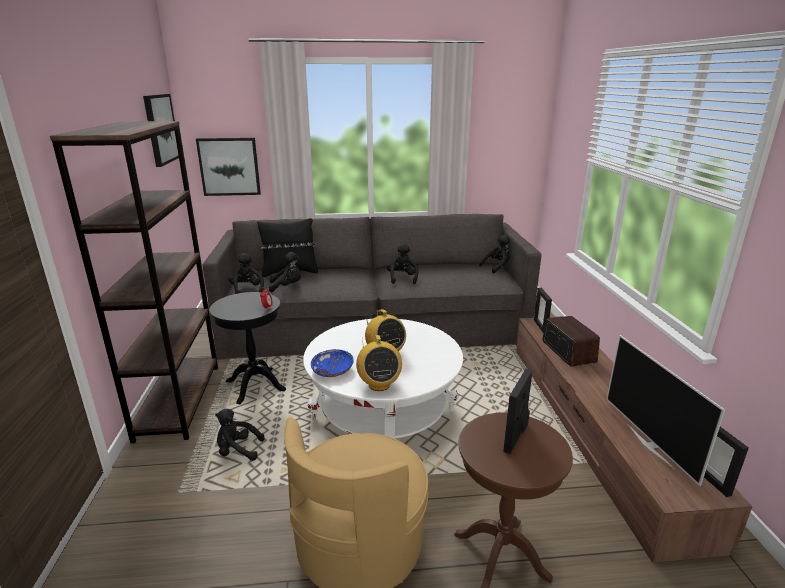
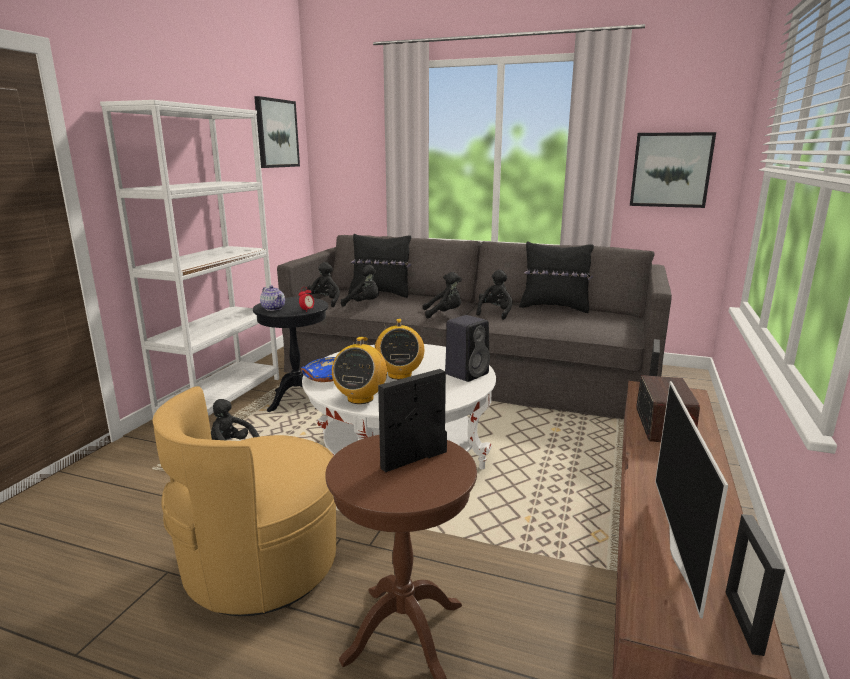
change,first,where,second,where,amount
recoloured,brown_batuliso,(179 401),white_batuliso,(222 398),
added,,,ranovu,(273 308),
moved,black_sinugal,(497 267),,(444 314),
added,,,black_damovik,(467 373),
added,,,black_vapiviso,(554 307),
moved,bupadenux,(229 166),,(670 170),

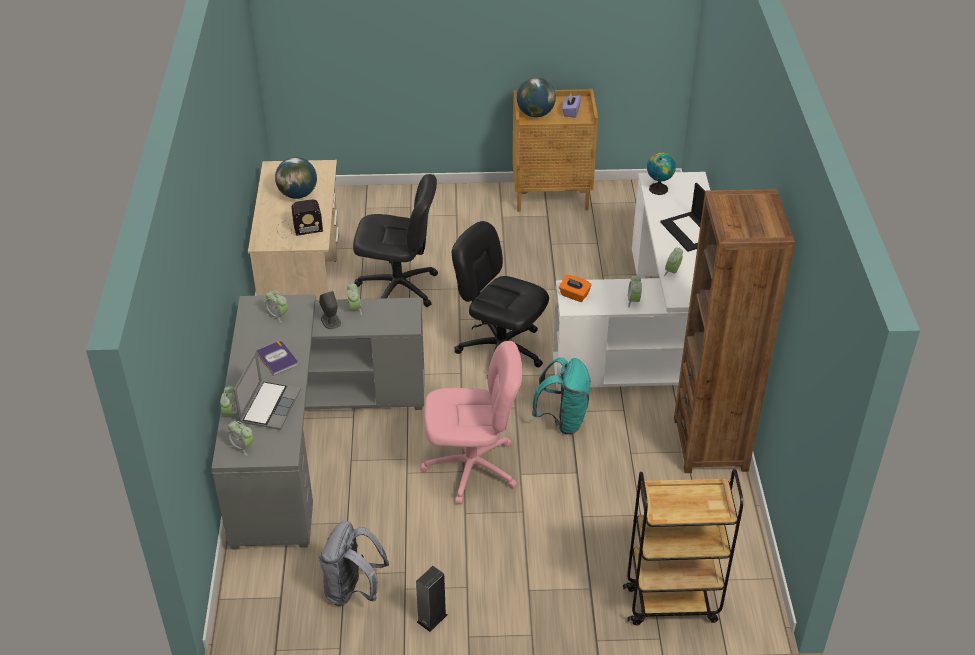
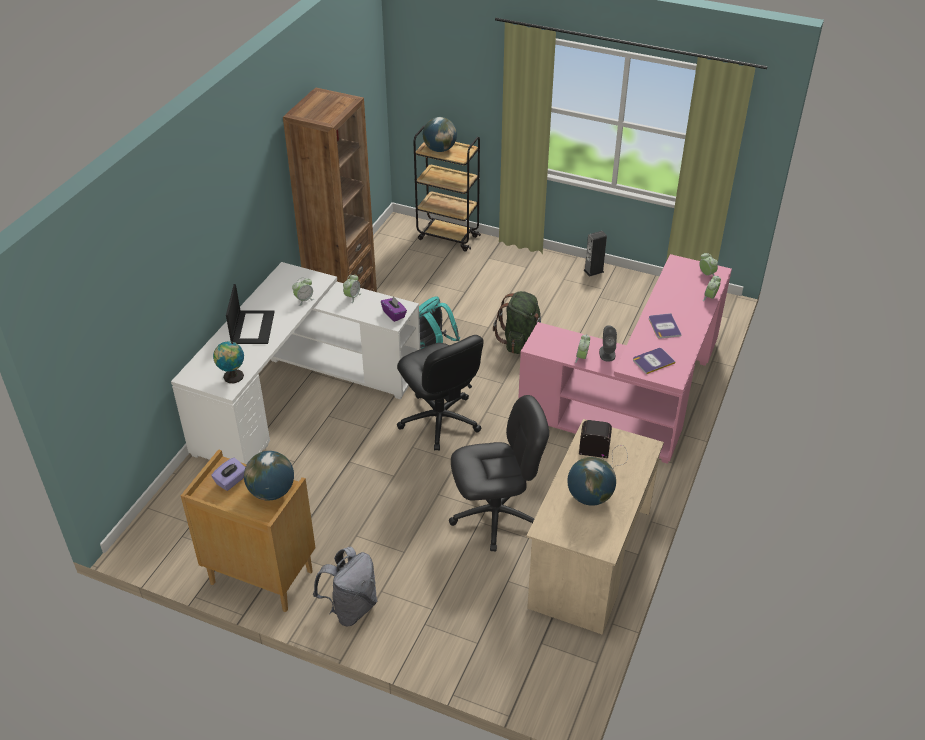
change,first,where,second,where,amount
moved,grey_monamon,(353 590),,(351 608),
recoloured,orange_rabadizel,(574 295),purple_rabadizel,(394 314),
added,,,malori,(439 149),
turned,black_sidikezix,(398 288),,(495 515),135 degrees clockwise
replaced,pink_sidikezix,(472 467),green_monamon,(520 341),
recoloured,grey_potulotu,(306 439),pink_potulotu,(638 398),
replaced,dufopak,(278 315),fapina,(653 361),
removed,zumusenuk,(269 406),,,

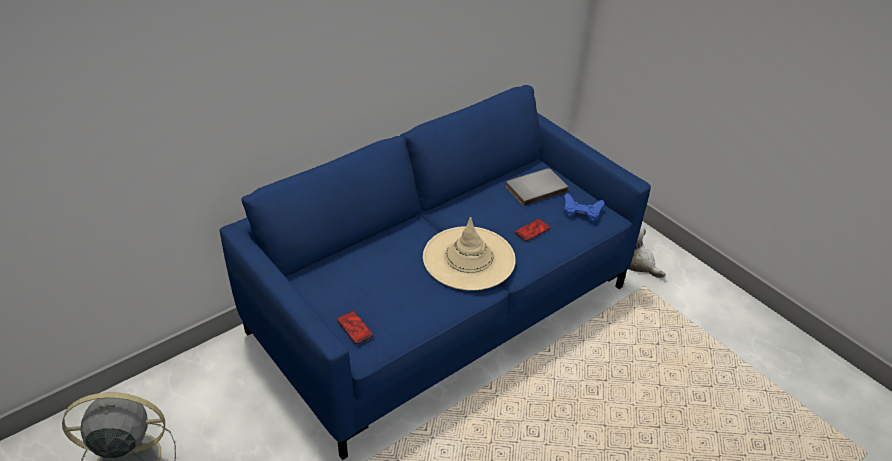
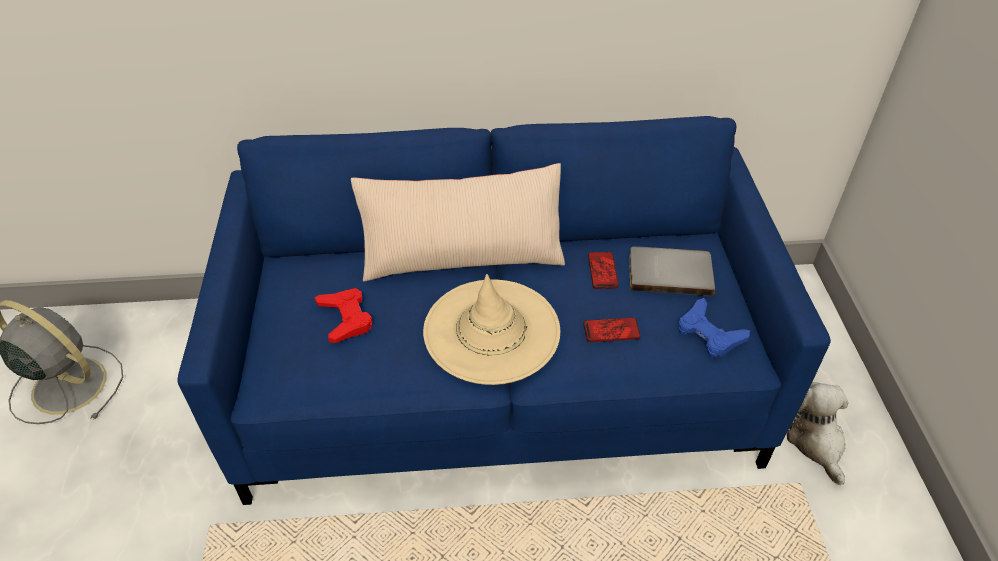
change,first,where,second,where,amount
added,,,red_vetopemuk,(345 318),
added,,,beige_vapiviso,(462 256),
moved,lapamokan,(354 328),,(602 271),

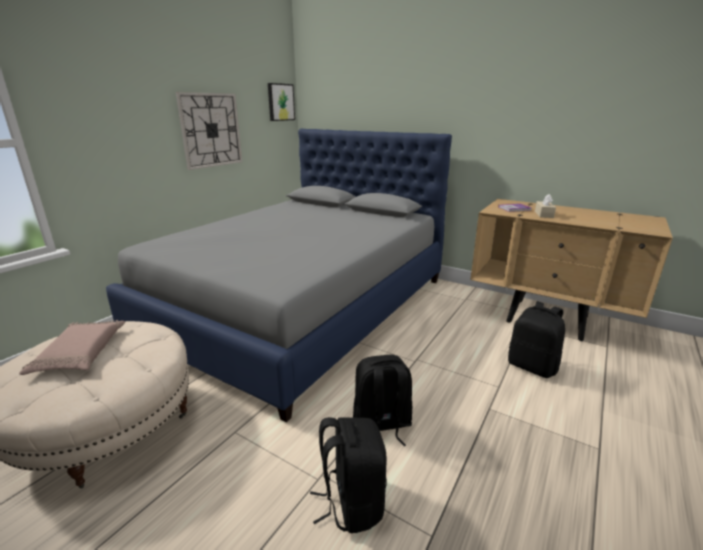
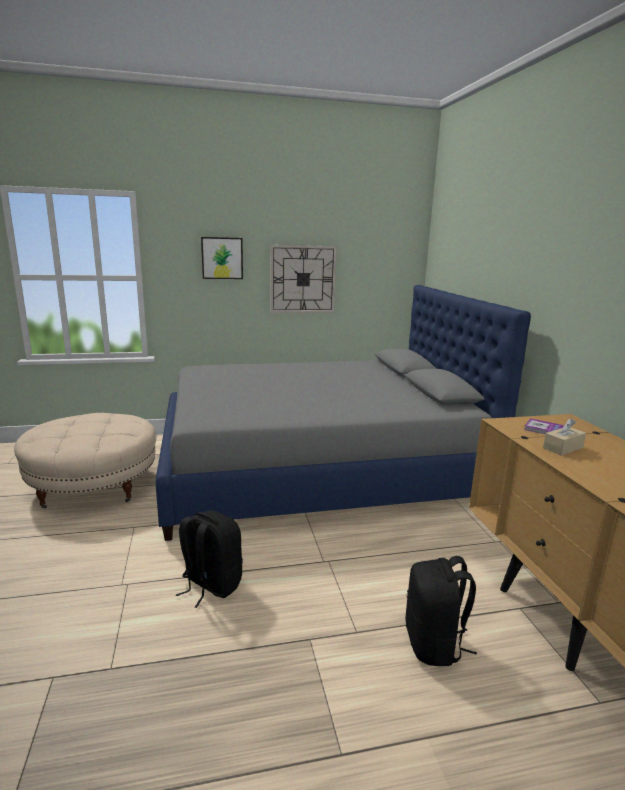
change,first,where,second,where,amount
moved,bupadenux,(280 102),,(222 258),
removed,beige_vapiviso,(80 351),,,
removed,black_monamon,(351 502),,,

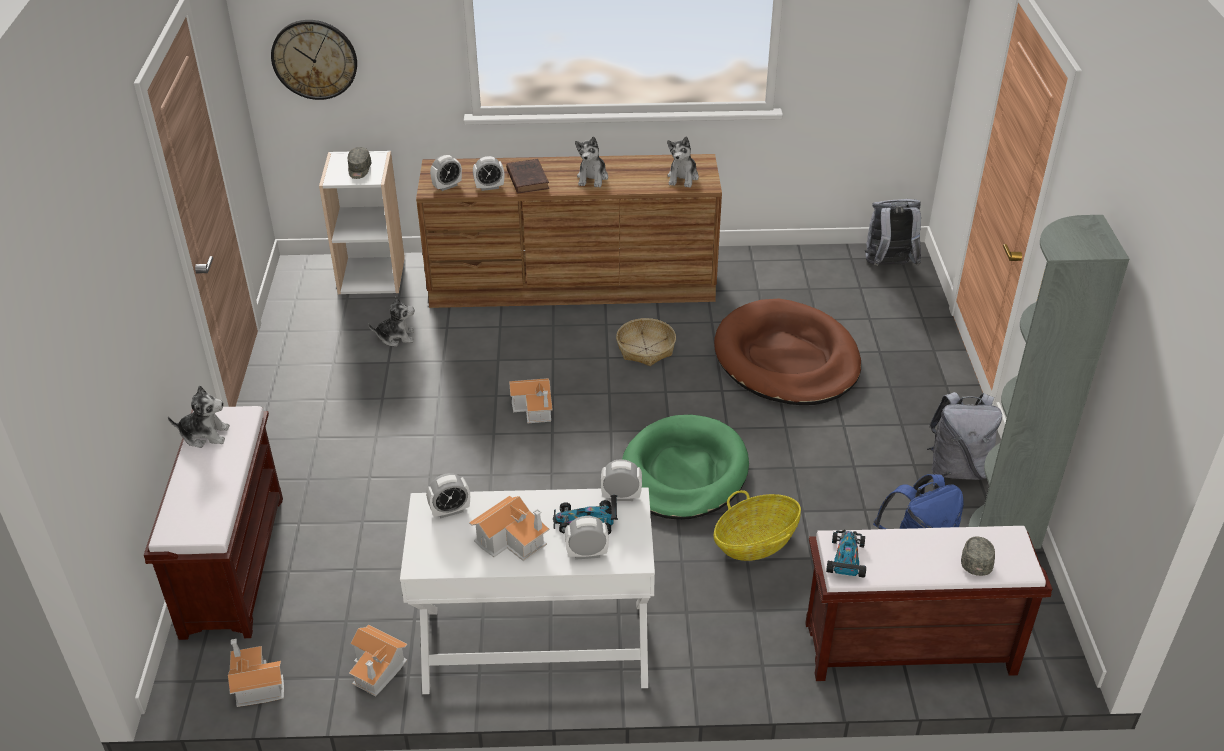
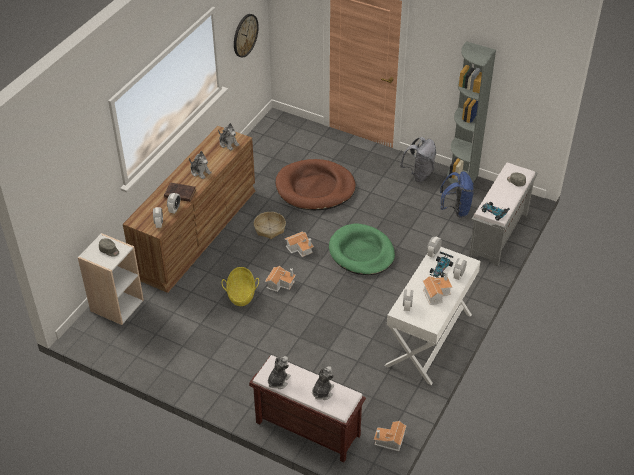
change,first,where,second,where,amount
moved,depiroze,(755 542),,(241 294),
moved,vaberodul,(314 59),,(245 35),
moved,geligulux,(378 669),,(300 248),
moved,sinugal,(396 337),,(322 391),
recoloured,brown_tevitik,(907 649),grey_tevitik,(498 235),
removed,grey_monamon,(888 266),,,

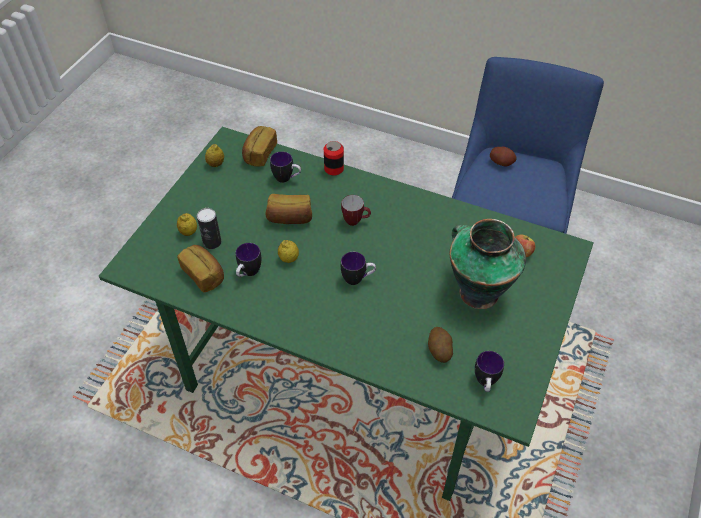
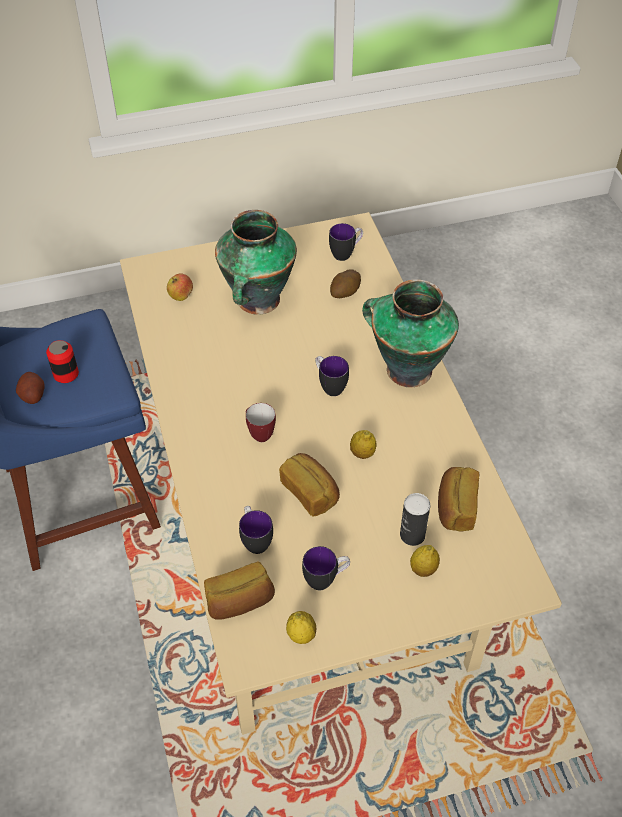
change,first,where,second,where,amount
moved,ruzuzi,(334 169),,(66 374),
recoloured,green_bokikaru,(353 367),beige_bokikaru,(307 543),
moved,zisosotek,(248 273),,(326 579),
added,,,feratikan,(406 369),

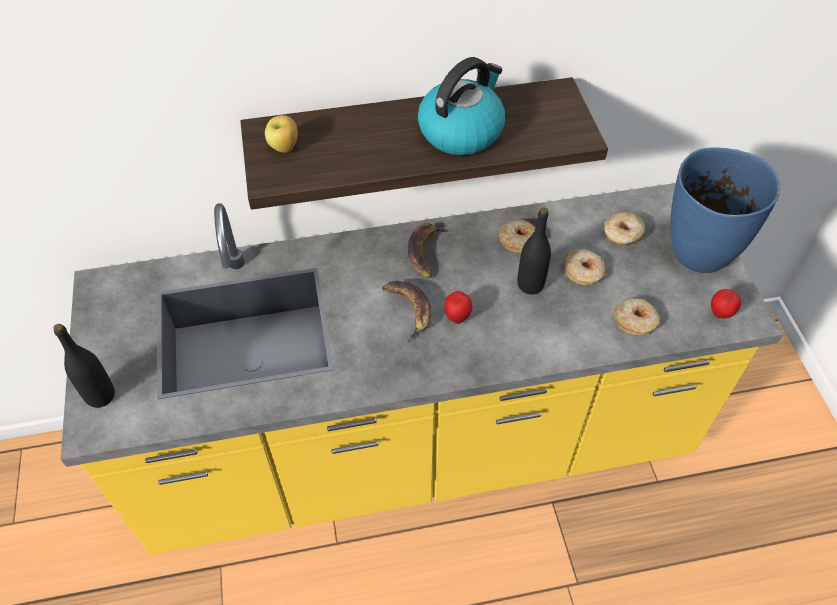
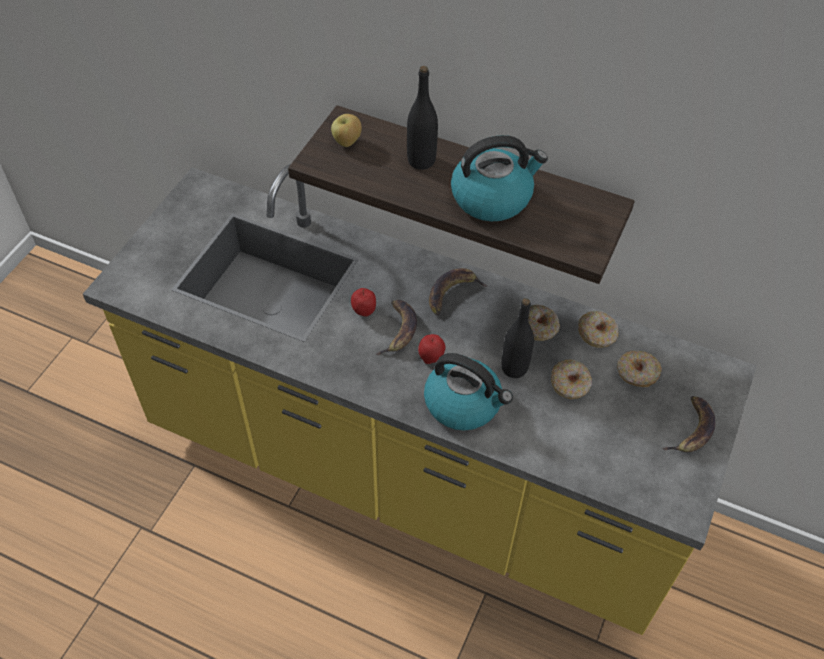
change,first,where,second,where,amount
moved,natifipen,(720 314),,(364 312),
moved,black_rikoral,(100 396),,(421 161),
added,,,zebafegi,(464 403),
moved,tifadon,(635 321),,(597 334),
replaced,blue_feratikan,(698 254),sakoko,(692 430),

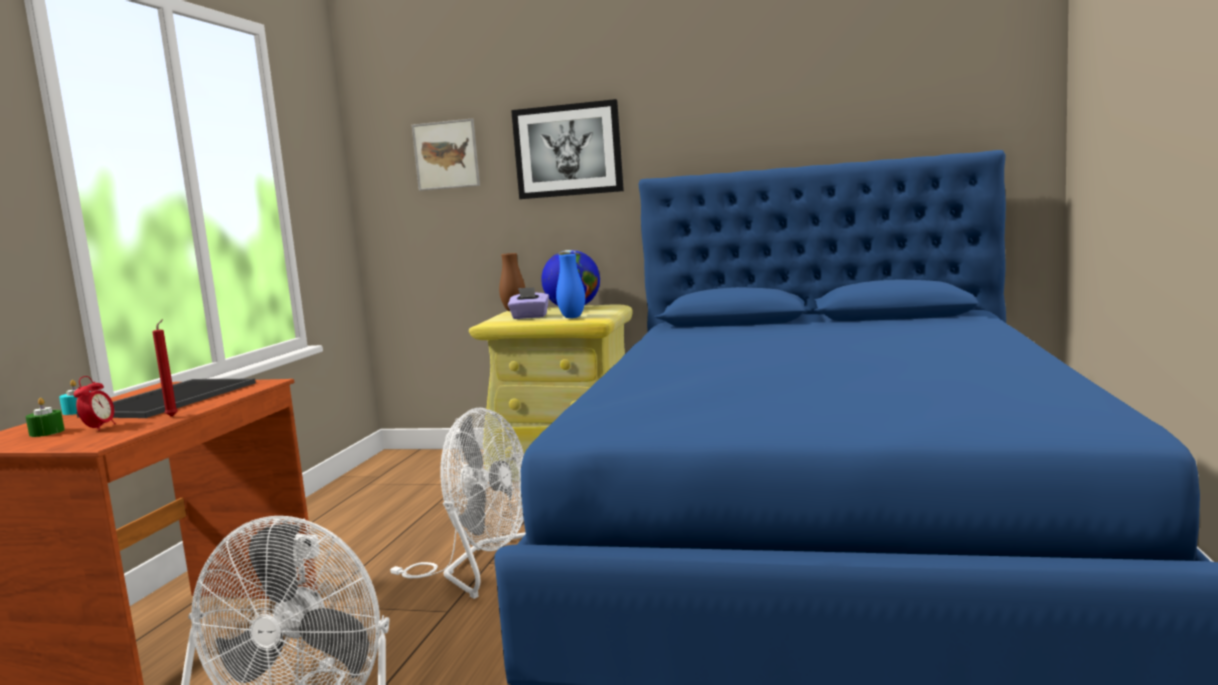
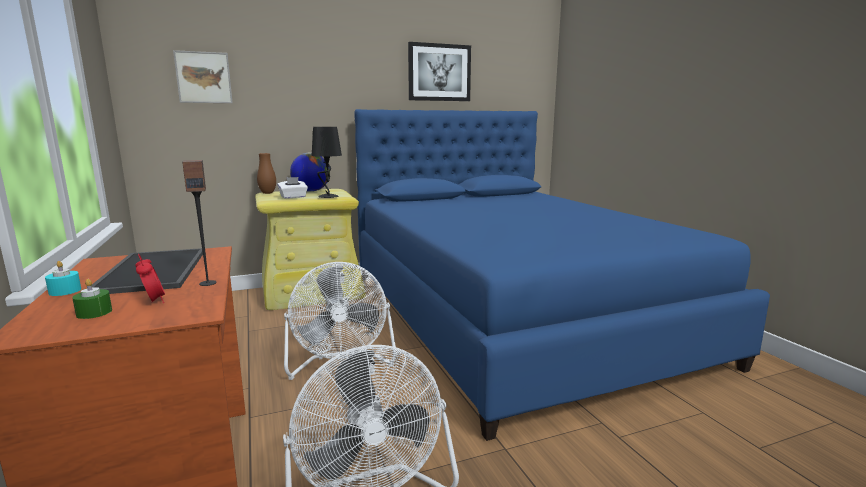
change,first,where,second,where,amount
replaced,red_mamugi,(173 416),damovik,(208 283),
recoloured,purple_rabadizel,(529 317),white_rabadizel,(293 197),
turned,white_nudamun,(479 564),,(337 363),90 degrees clockwise
replaced,blue_feratikan,(572 317),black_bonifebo,(328 197),
moved,bupadenux,(568 150),,(439 72),

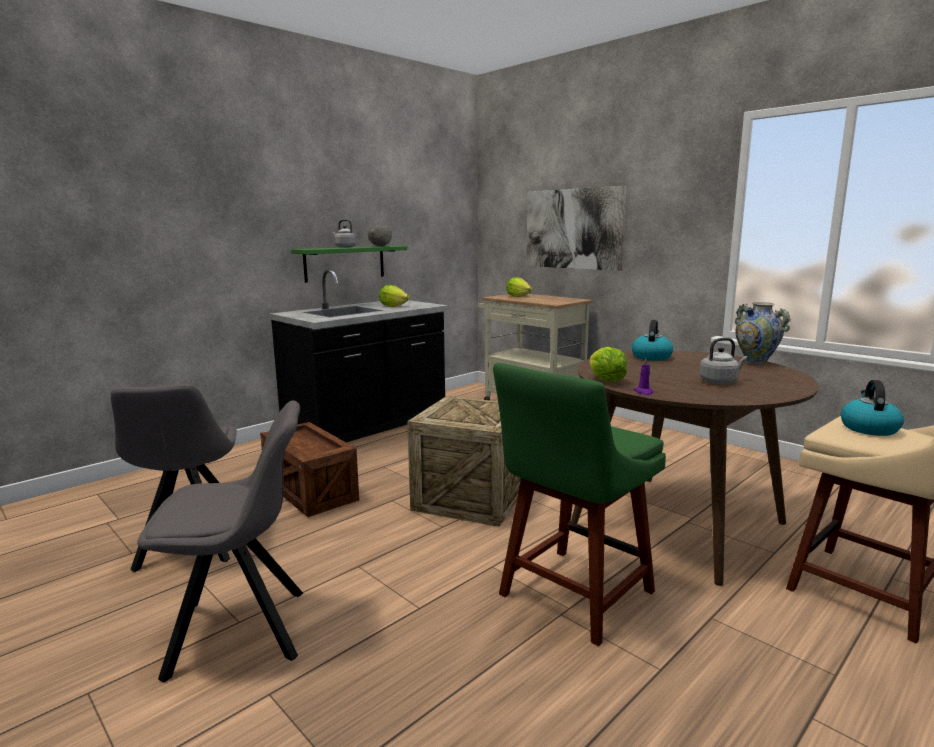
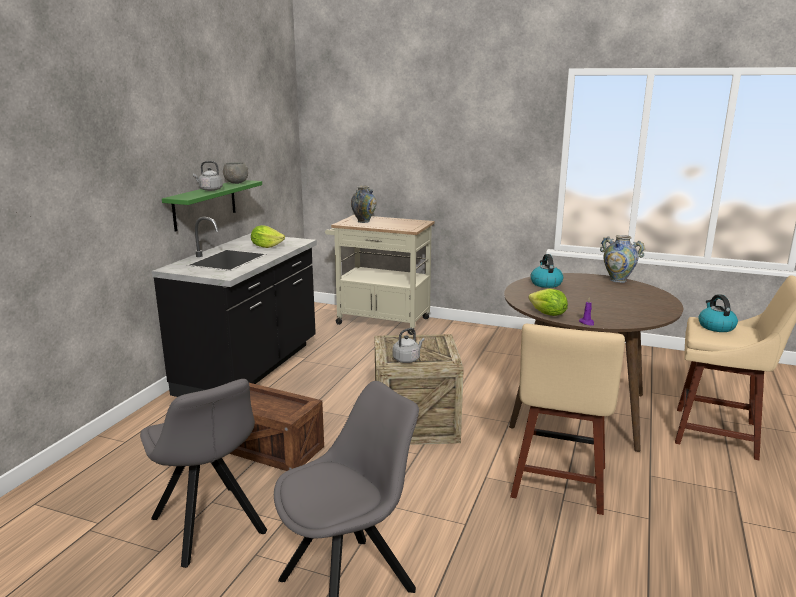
change,first,where,second,where,amount
replaced,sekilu,(518 296),feratikan,(363 221),
moved,grey_zebafegi,(720 381),,(407 359),
recoloured,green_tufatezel,(572 596),beige_tufatezel,(558 484),
removed,bupadenux,(573 229),,,

